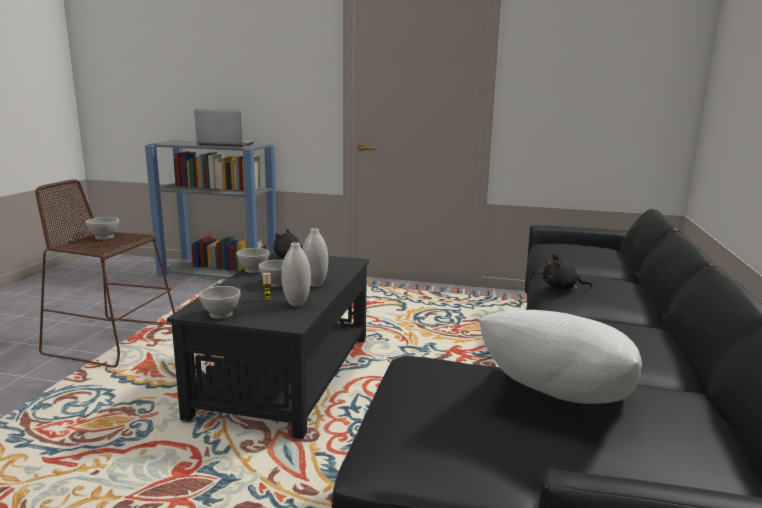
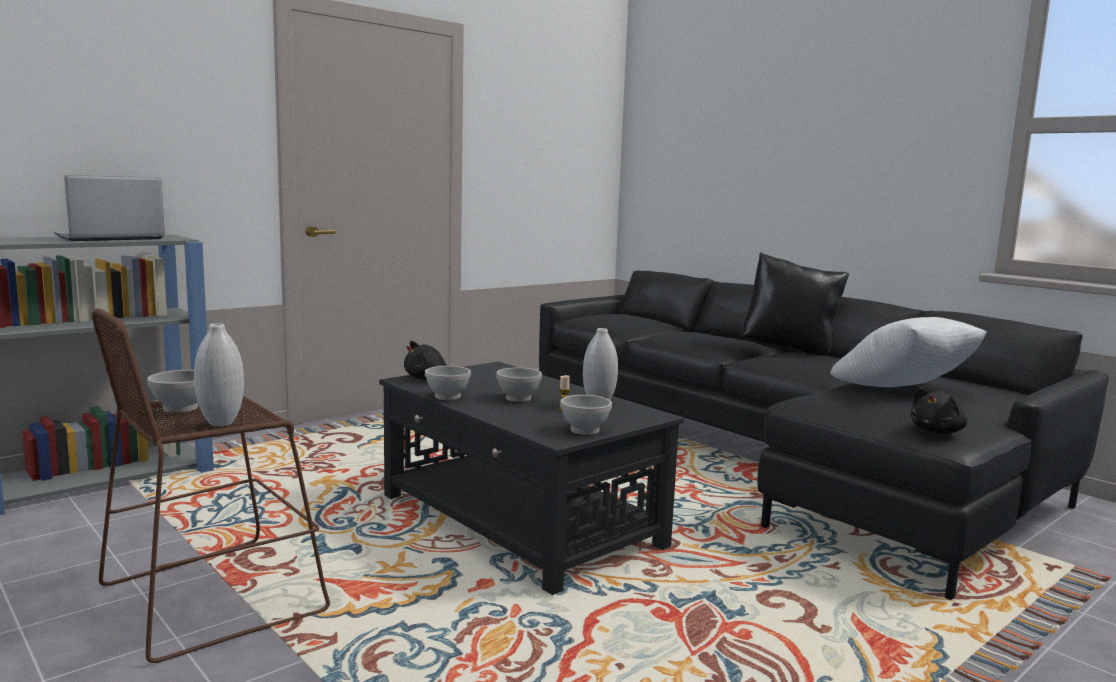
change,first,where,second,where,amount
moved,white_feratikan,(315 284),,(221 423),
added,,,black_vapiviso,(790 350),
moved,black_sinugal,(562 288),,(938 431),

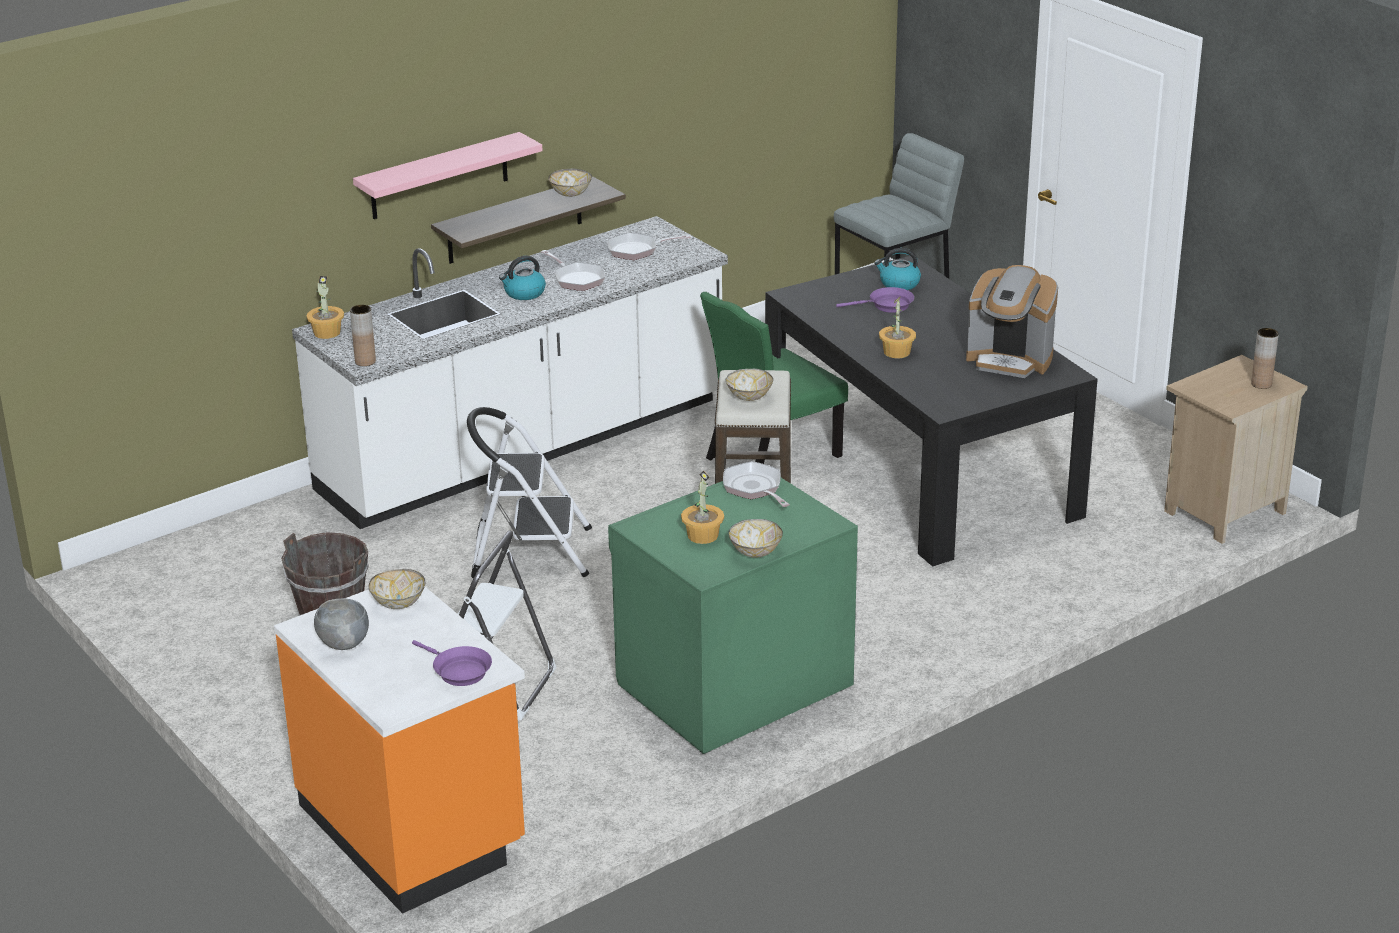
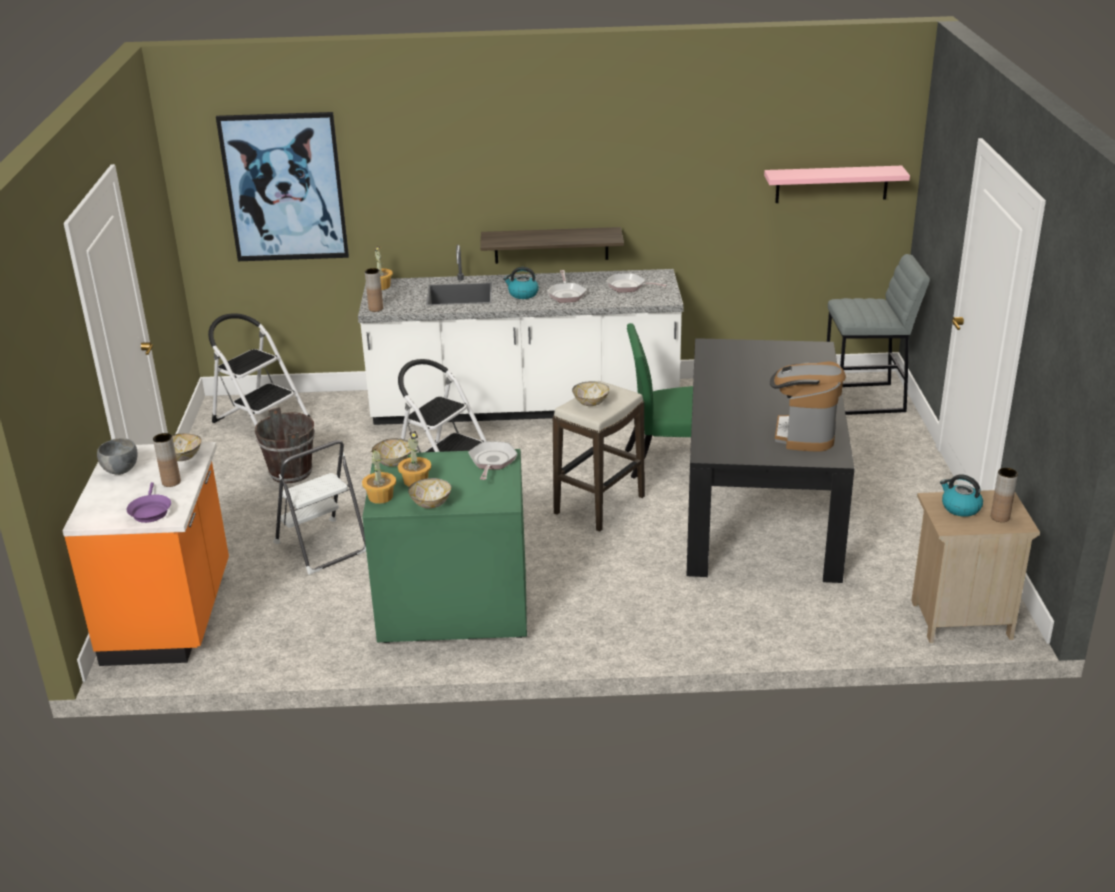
change,first,where,second,where,amount
added,,,brown_feratikan,(171 482),
added,,,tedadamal,(259 419),
added,,,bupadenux,(284 187),
moved,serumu,(897 352),,(380 497),
moved,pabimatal,(570 193),,(394 462),
moved,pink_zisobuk,(439 176),,(831 184),
turned,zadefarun,(1010 360),,(804 434),45 degrees clockwise
moved,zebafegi,(899 284),,(960 508),
removed,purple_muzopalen,(887 306),,,

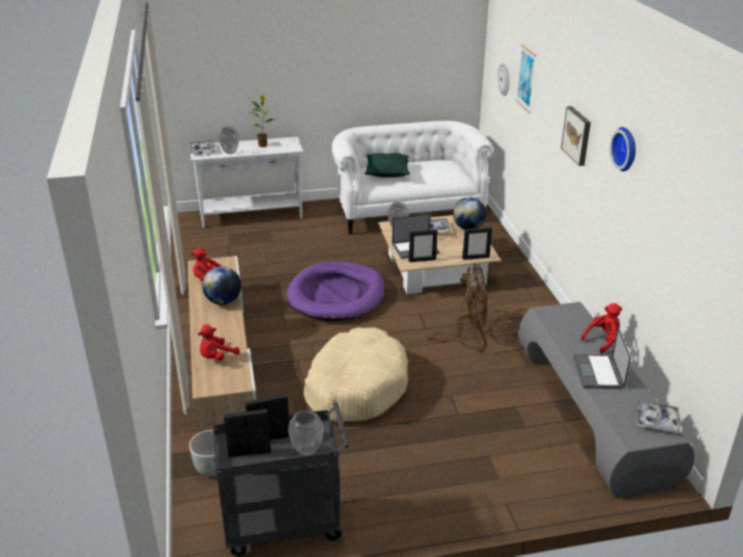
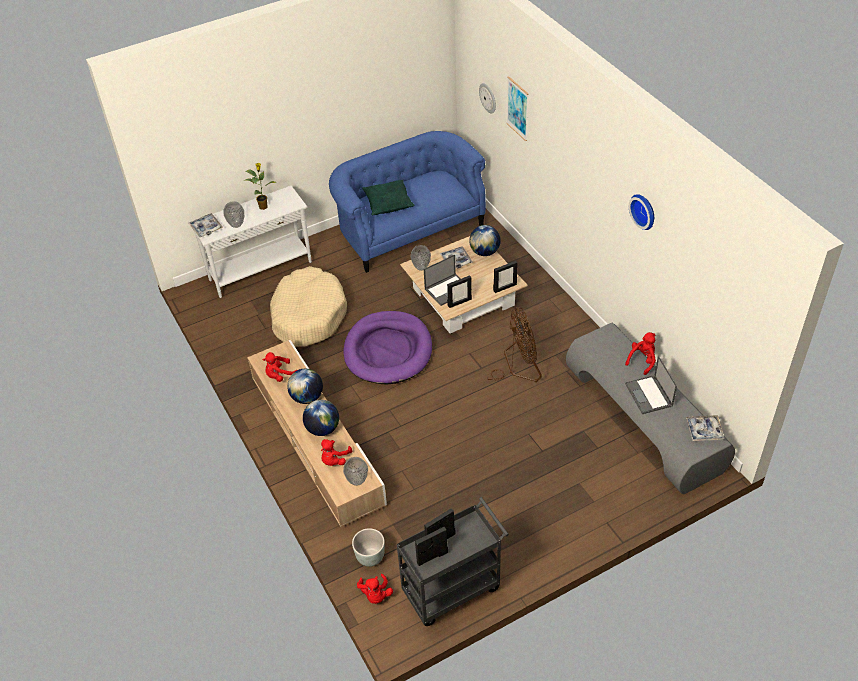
change,first,where,second,where,amount
moved,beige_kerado,(356 387),,(308 315),
added,,,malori,(323 429),
recoloured,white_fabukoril,(408 211),blue_fabukoril,(408 228),
moved,feratikan,(307 450),,(357 481),
added,,,red_sinugal,(375 595),
removed,bupadenux,(577 135),,,

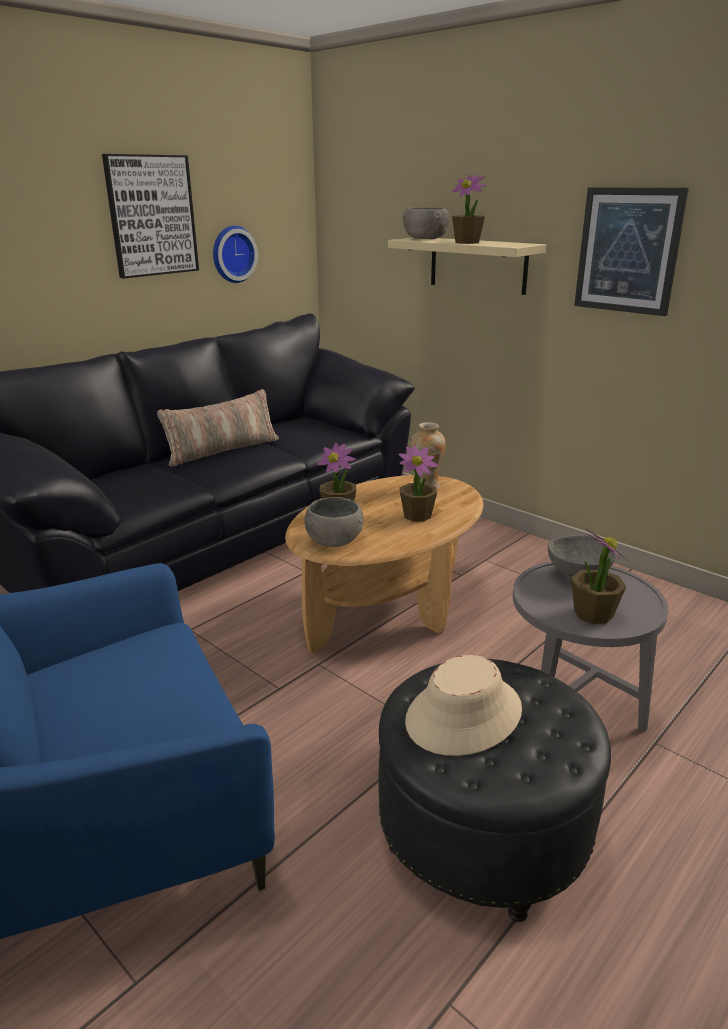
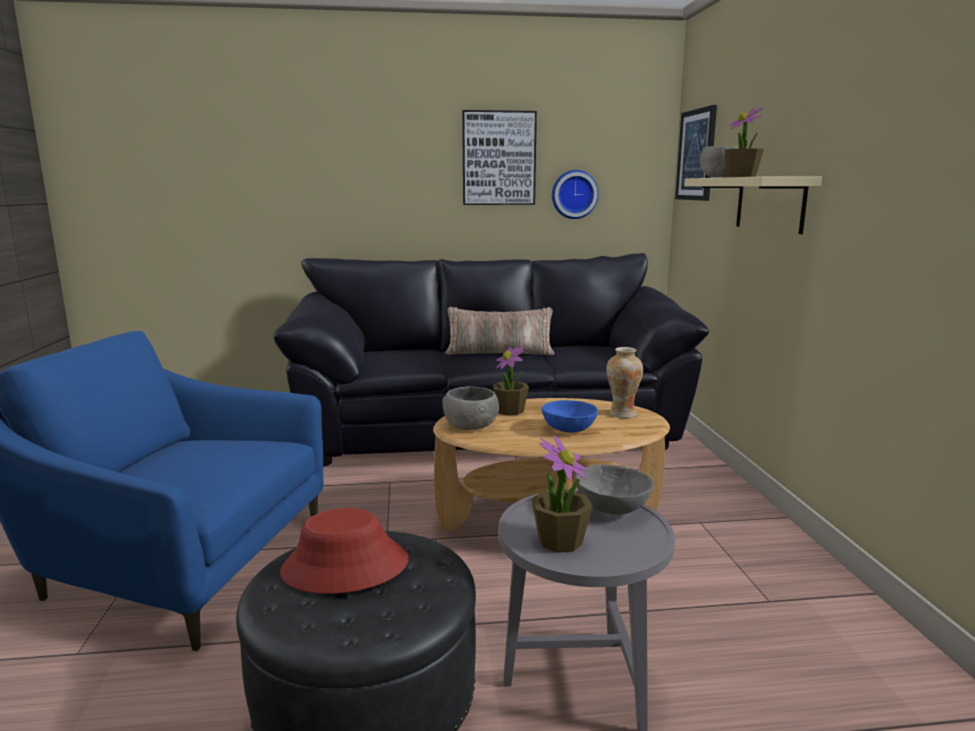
change,first,where,second,where,amount
recoloured,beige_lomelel,(464 715),red_lomelel,(345 567),
replaced,serumu,(417 515),blue_pabimatal,(569 430),
moved,bupadenux,(628 250),,(696 155),

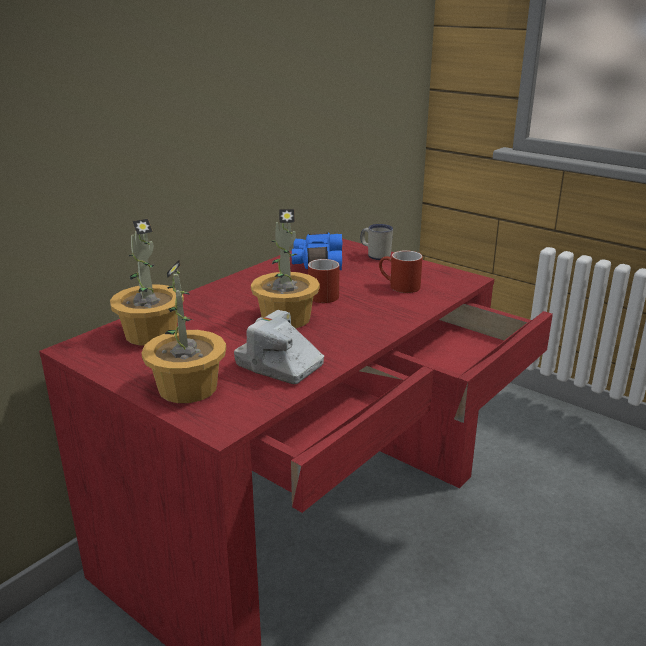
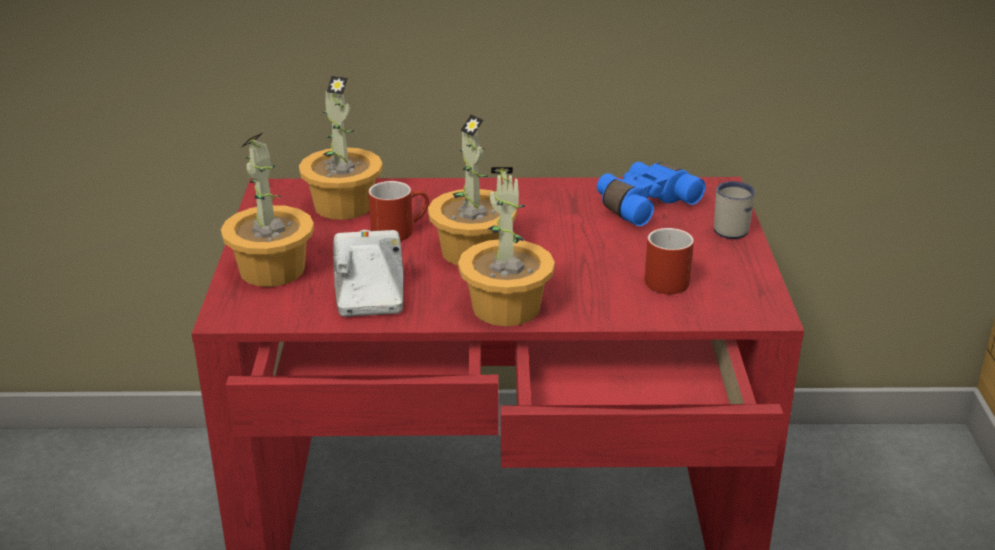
change,first,where,second,where,amount
moved,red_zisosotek,(324 294),,(400 230),
added,,,serumu,(506 308),

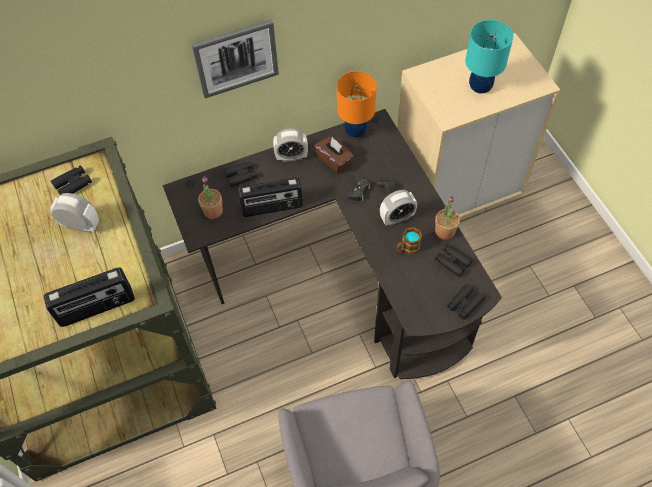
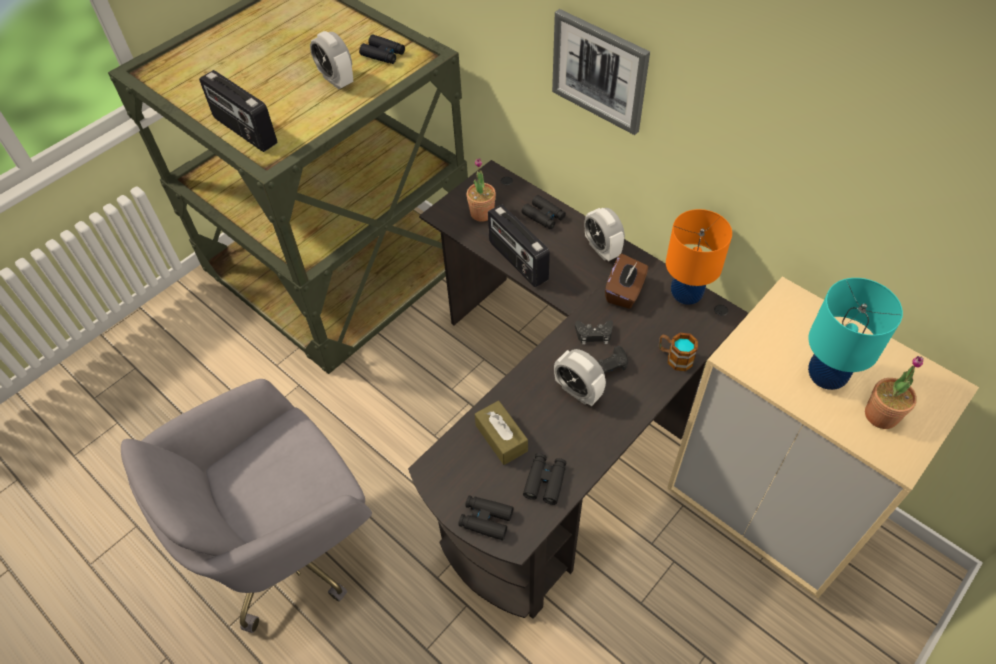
change,first,where,second,where,amount
turned,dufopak,(81 225),,(336 80),150 degrees clockwise
added,,,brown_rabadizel,(501 438),
moved,zisosotek,(407 248),,(674 358),
moved,serumu,(445 231),,(881 415),

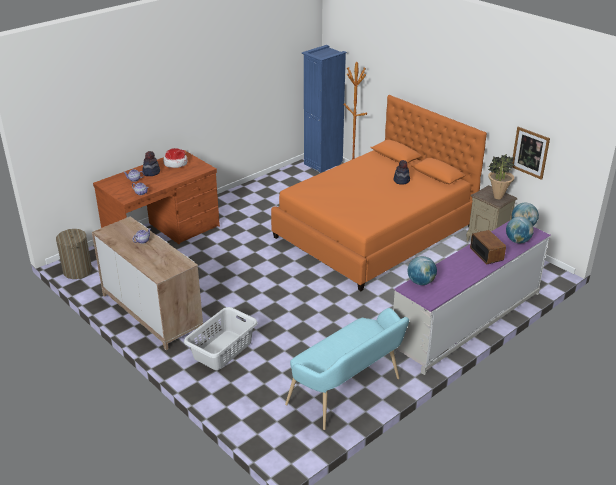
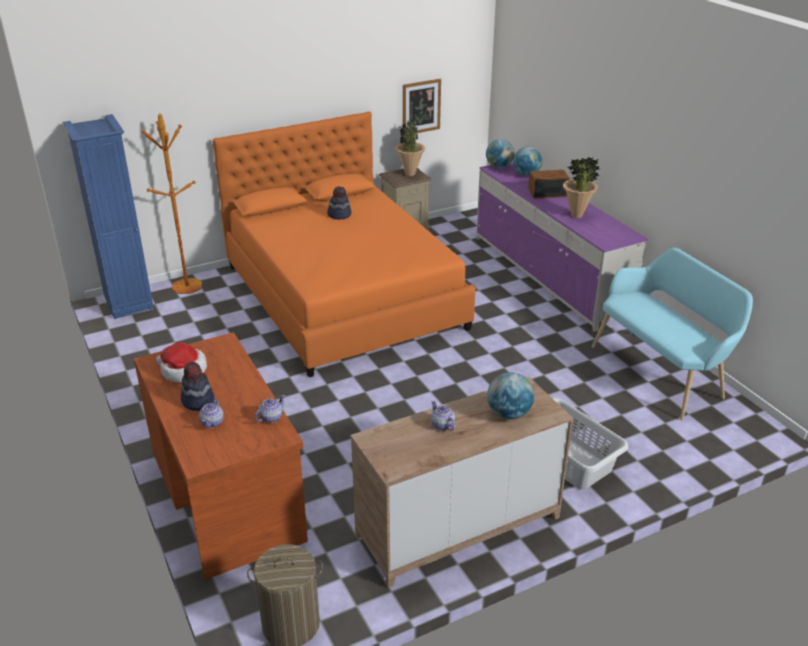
change,first,where,second,where,amount
moved,malori,(421 282),,(509 413),
added,,,serumu,(577 215),

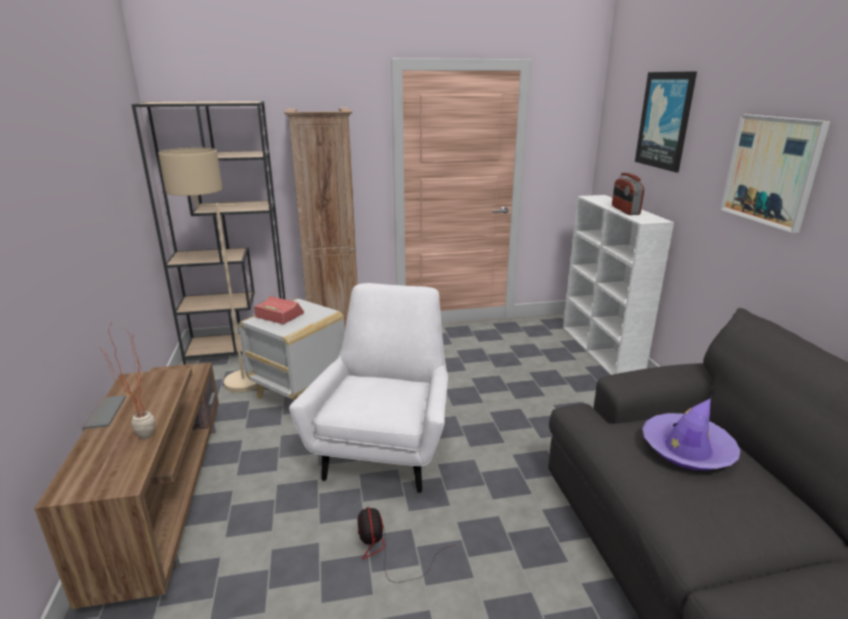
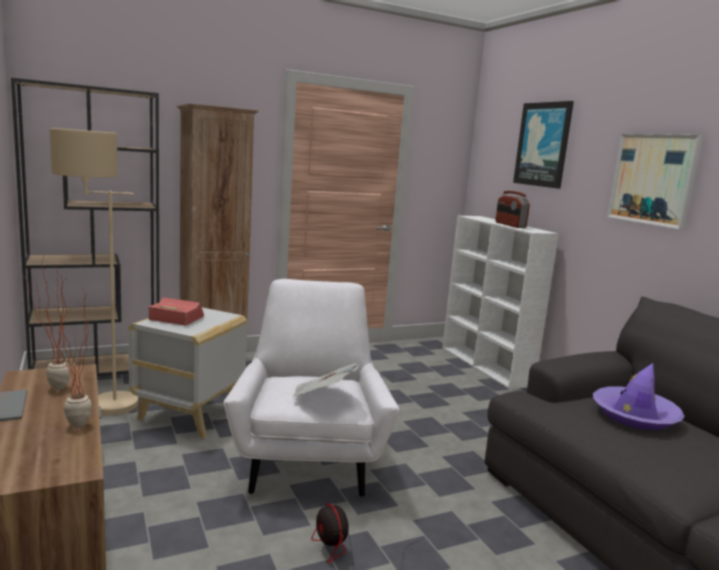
change,first,where,second,where,amount
added,,,serumu,(51 388),
added,,,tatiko,(322 396),

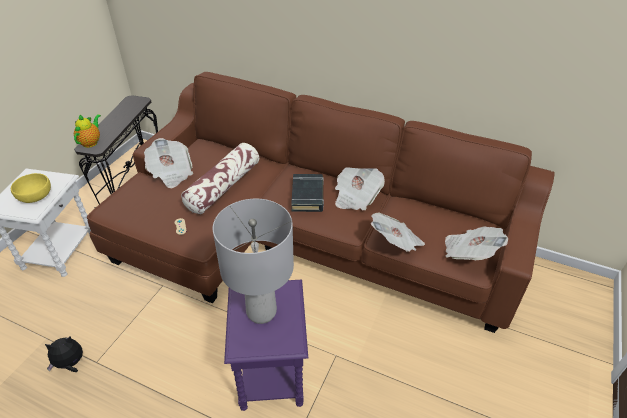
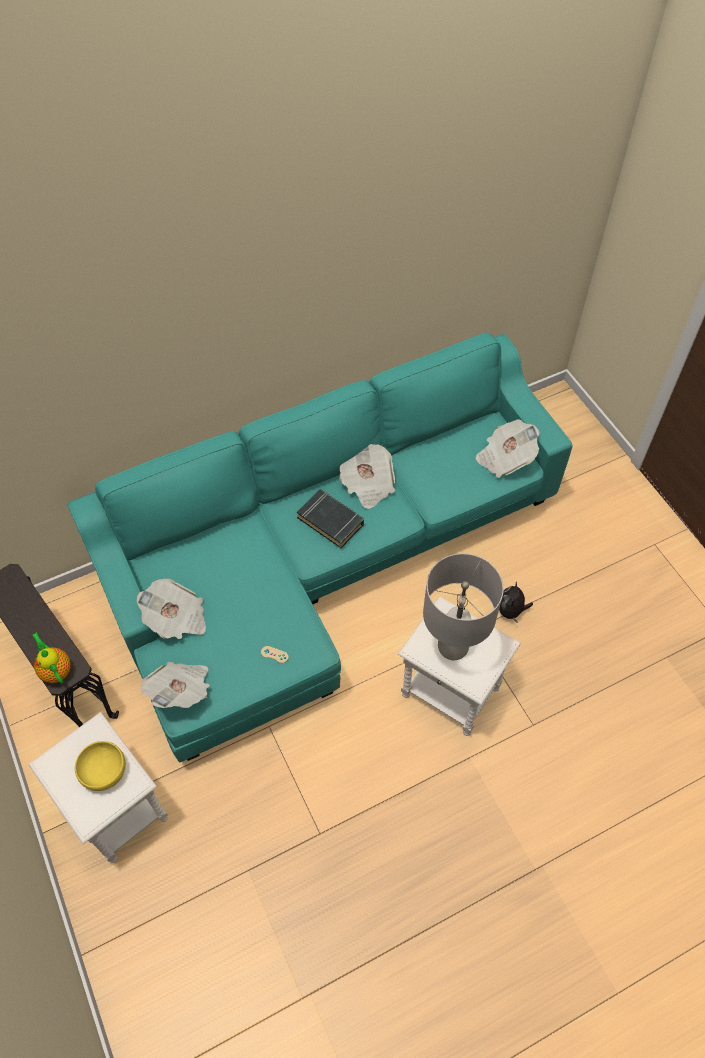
change,first,where,second,where,amount
recoloured,brown_fabukoril,(301 241),turquoise_fabukoril,(319 566),
moved,tatiko,(396 243),,(181 691),
recoloured,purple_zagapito,(272 373),white_zagapito,(451 690),
moved,sinugal,(70 364),,(511 611),
removed,vapiviso,(223 186),,,

